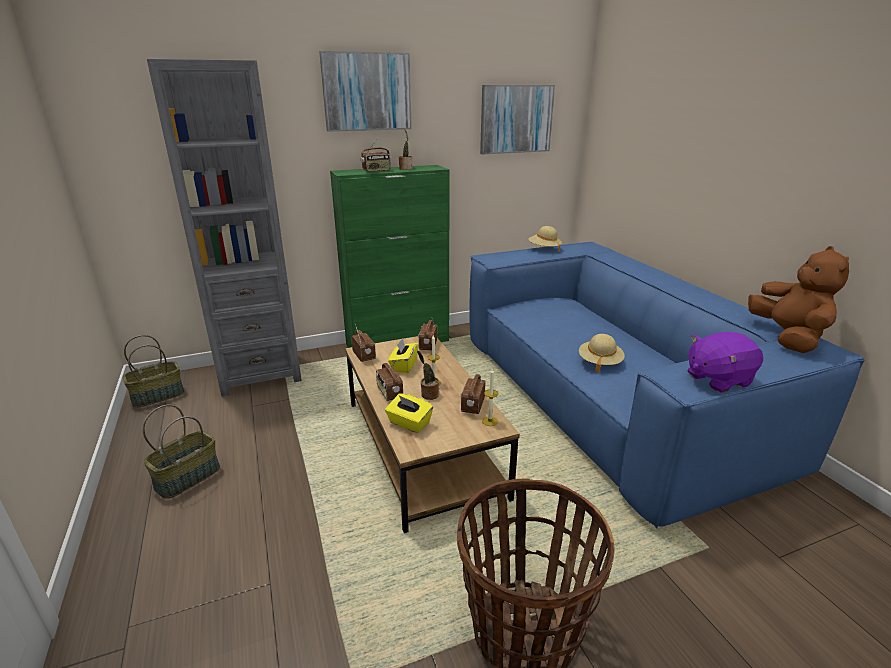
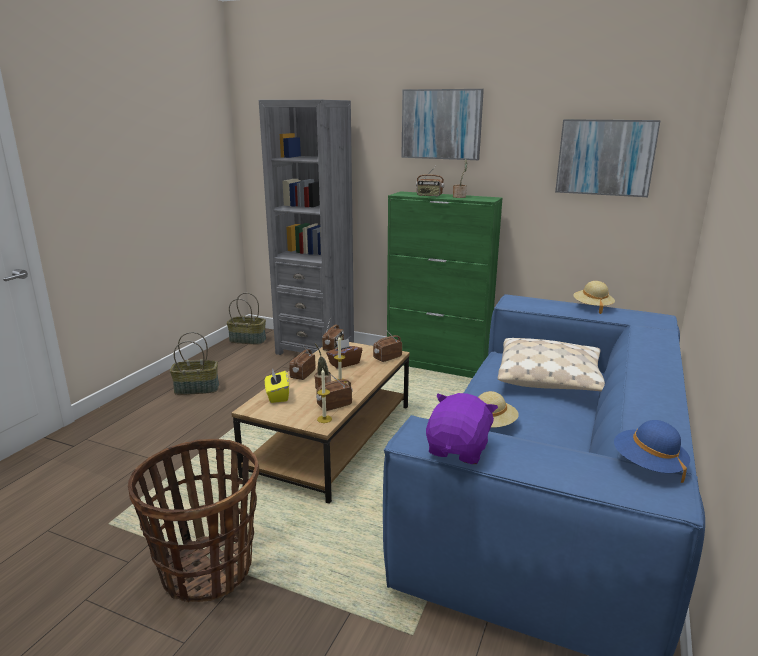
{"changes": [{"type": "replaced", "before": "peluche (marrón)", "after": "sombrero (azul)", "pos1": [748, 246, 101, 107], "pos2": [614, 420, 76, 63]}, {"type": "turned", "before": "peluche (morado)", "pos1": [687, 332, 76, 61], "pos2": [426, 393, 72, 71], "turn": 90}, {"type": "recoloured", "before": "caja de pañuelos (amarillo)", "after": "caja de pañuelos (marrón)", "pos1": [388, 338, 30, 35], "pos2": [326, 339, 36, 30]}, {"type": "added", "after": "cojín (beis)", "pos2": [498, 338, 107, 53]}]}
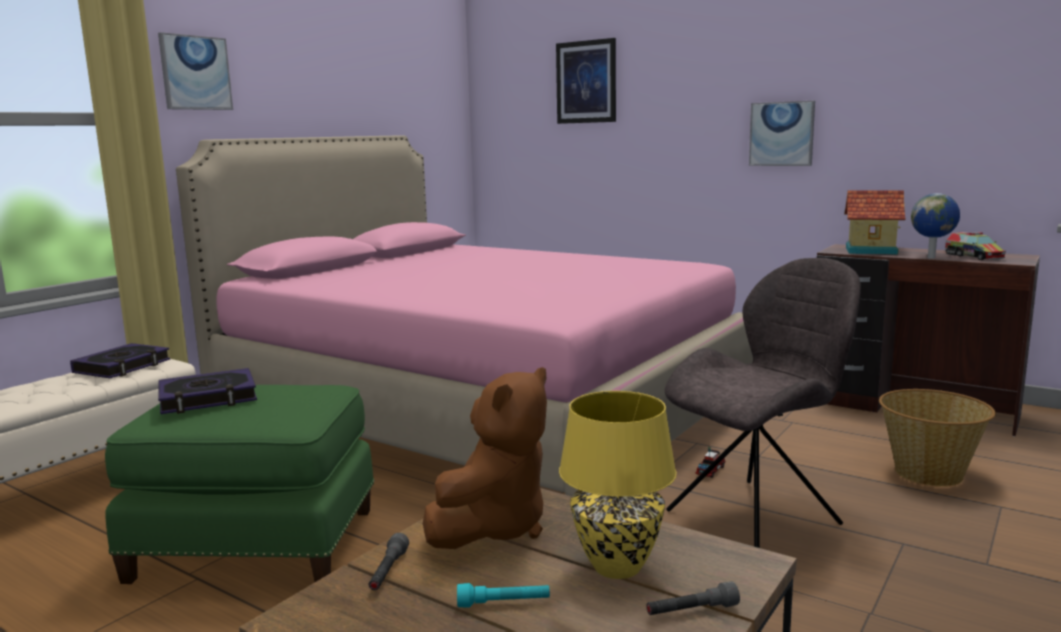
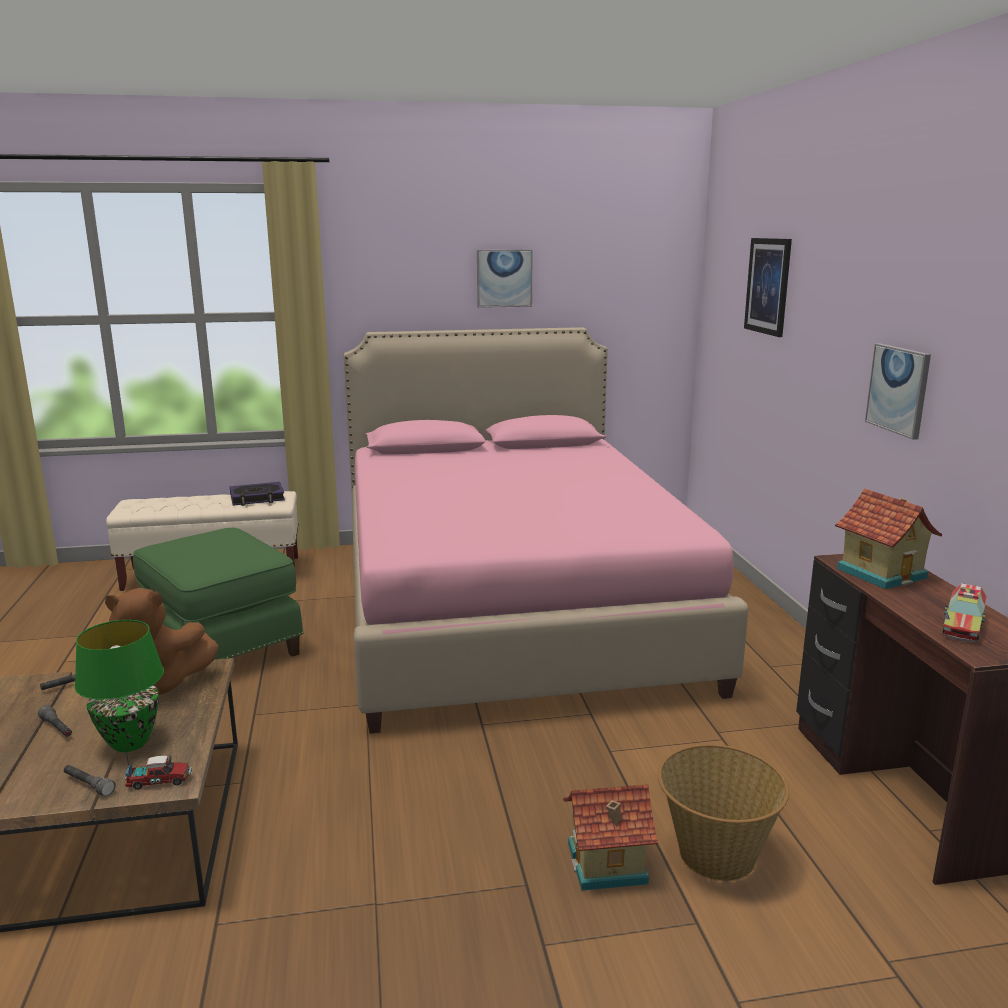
{"changes": [{"type": "moved", "before": "cuadro", "pos1": [158, 32, 75, 78], "pos2": [477, 250, 56, 58]}, {"type": "removed", "before": "globo terráqueo", "pos1": [911, 193, 49, 66]}, {"type": "removed", "before": "silla (gris)", "pos1": [664, 258, 197, 290]}, {"type": "removed", "before": "libro", "pos1": [158, 368, 99, 46]}, {"type": "recoloured", "before": "lámpara de mesa (amarillo)", "after": "lámpara de mesa (verde)", "pos1": [559, 391, 118, 188], "pos2": [74, 620, 90, 132]}, {"type": "moved", "before": "camión de juguete", "pos1": [696, 445, 29, 33], "pos2": [125, 746, 67, 44]}, {"type": "recoloured", "before": "linterna (turquesa)", "after": "linterna (gris)", "pos1": [457, 583, 93, 24], "pos2": [38, 705, 34, 32]}, {"type": "added", "after": "casita", "pos2": [563, 784, 95, 107]}]}
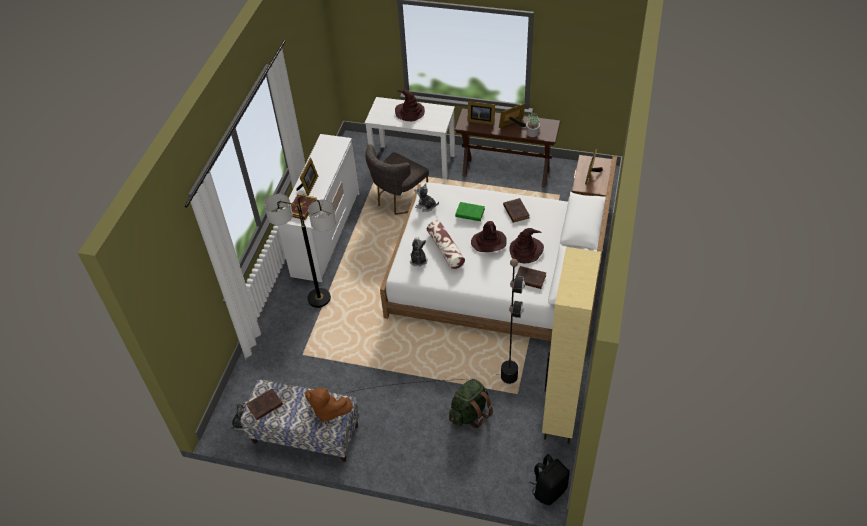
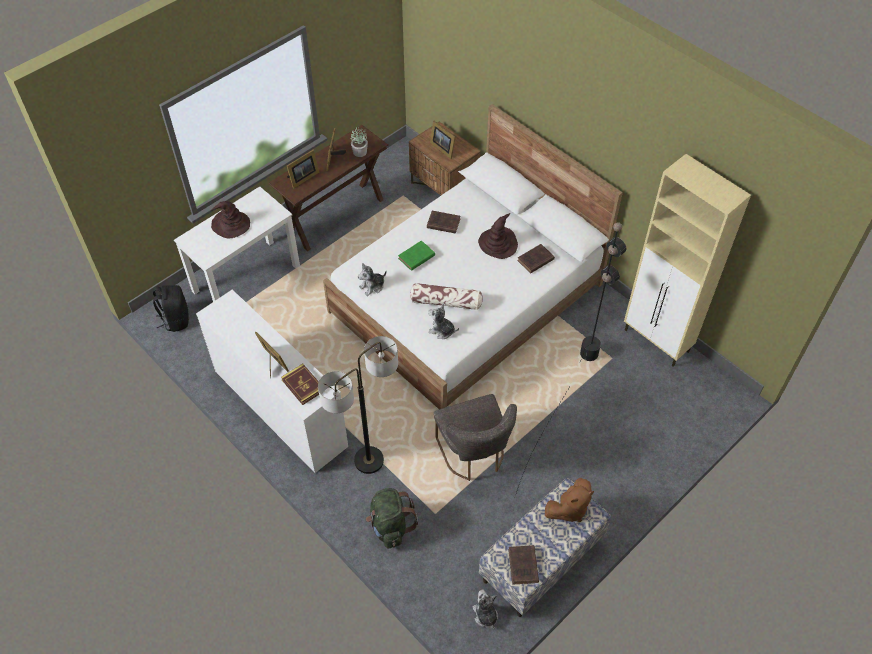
{"changes": [{"type": "moved", "before": "silla (gris)", "pos1": [365, 144, 64, 71], "pos2": [434, 394, 83, 87]}, {"type": "removed", "before": "sombrero (marrón)", "pos1": [471, 221, 36, 31]}, {"type": "moved", "before": "mochila (verde)", "pos1": [449, 379, 44, 50], "pos2": [366, 488, 52, 61]}, {"type": "moved", "before": "mochila (negro)", "pos1": [529, 454, 41, 51], "pos2": [153, 285, 36, 47]}]}
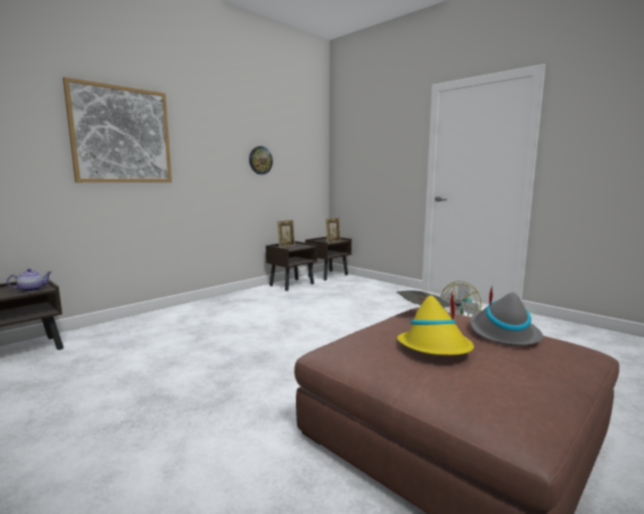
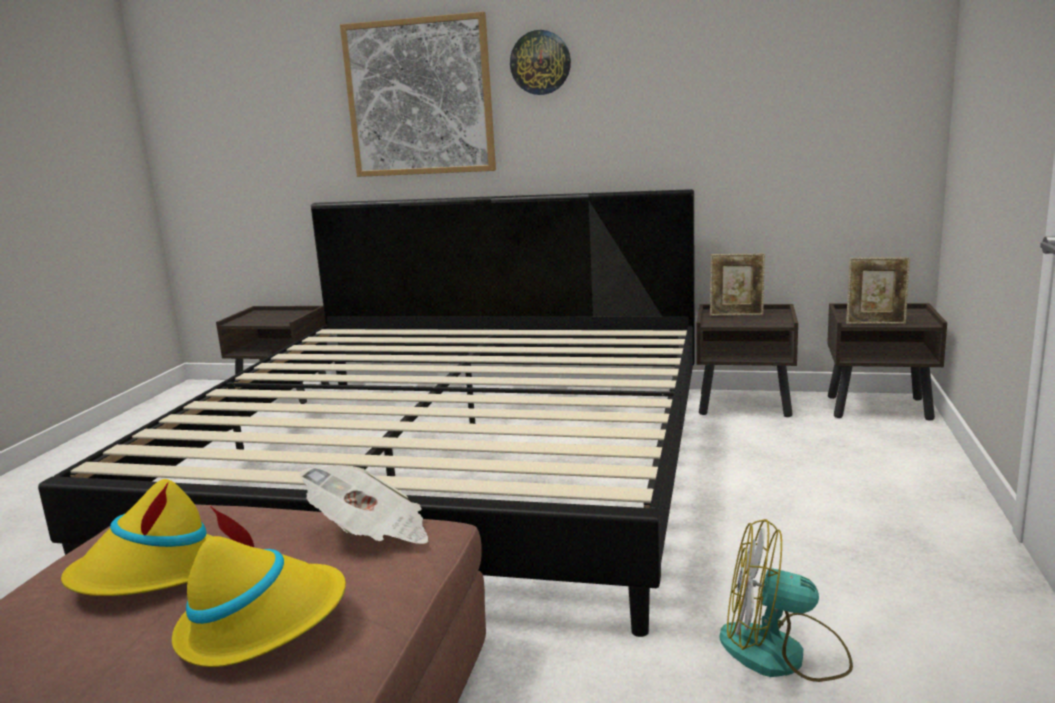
{"changes": [{"type": "moved", "before": "reloj de pared", "pos1": [249, 146, 24, 29], "pos2": [510, 30, 61, 65]}, {"type": "removed", "before": "tetera", "pos1": [7, 269, 44, 23]}, {"type": "recoloured", "before": "sombrero (gris)", "after": "sombrero (amarillo)", "pos1": [470, 287, 73, 59], "pos2": [172, 506, 174, 161]}, {"type": "added", "after": "cama", "pos2": [38, 189, 657, 448]}]}
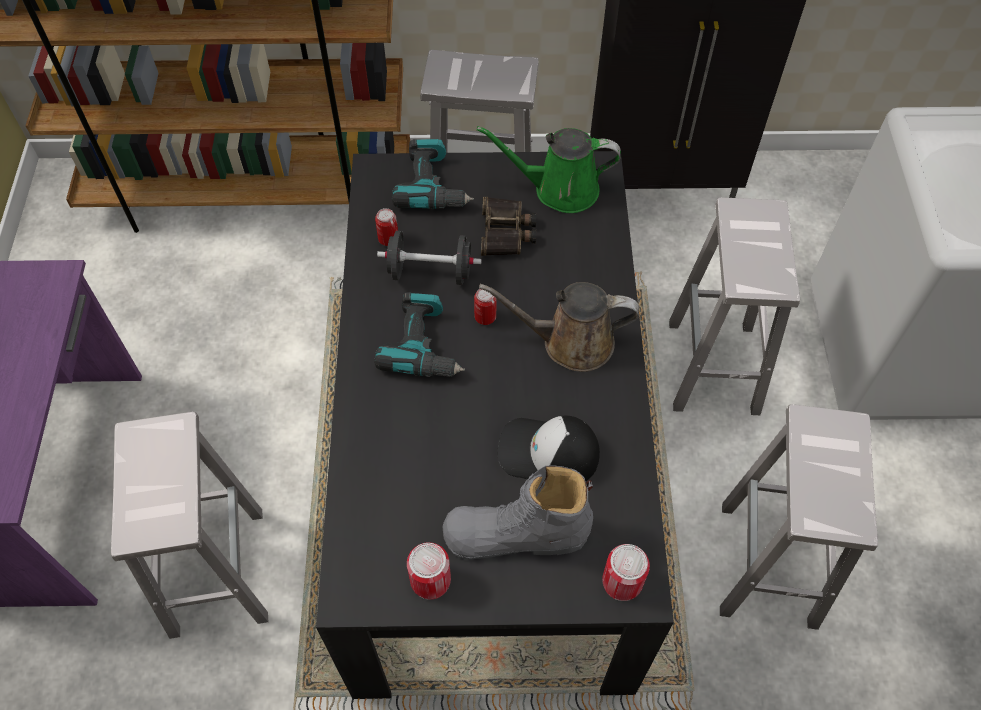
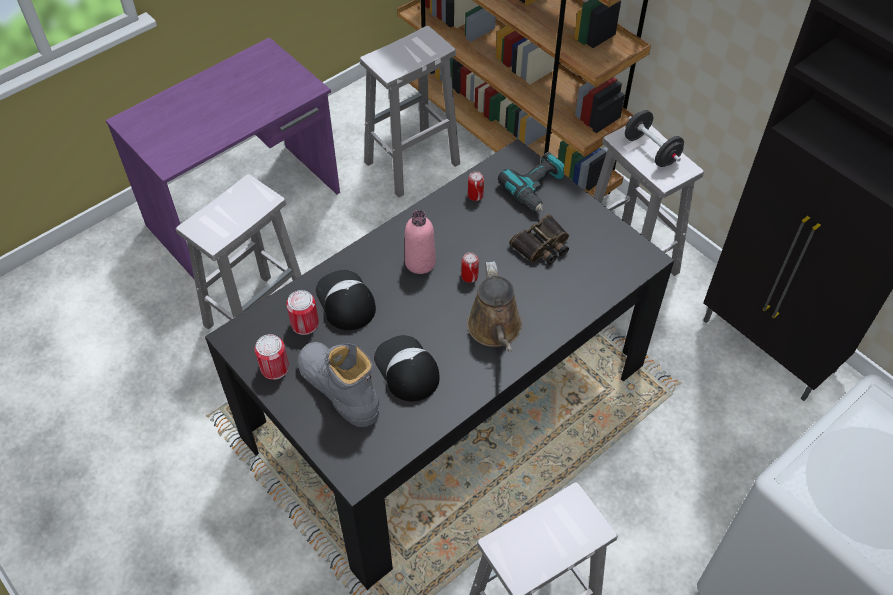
{"changes": [{"type": "removed", "before": "regadera (verde)", "pos1": [477, 126, 144, 87]}, {"type": "moved", "before": "taburete (blanco)", "pos1": [669, 197, 131, 218], "pos2": [360, 26, 100, 171]}, {"type": "moved", "before": "mancuerna (negro)", "pos1": [377, 231, 105, 54], "pos2": [625, 110, 59, 57]}, {"type": "turned", "before": "regadera (marrón)", "pos1": [479, 282, 160, 90], "pos2": [467, 261, 55, 91], "turn": -150}, {"type": "replaced", "before": "taladro", "after": "botella (rosa)", "pos1": [374, 292, 91, 85], "pos2": [405, 210, 31, 64]}, {"type": "moved", "before": "lata", "pos1": [602, 544, 48, 57], "pos2": [286, 290, 33, 45]}, {"type": "added", "after": "gorra", "pos2": [316, 270, 60, 60]}]}
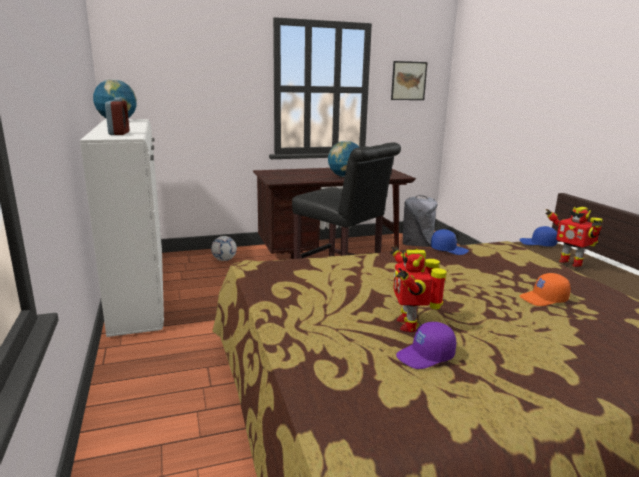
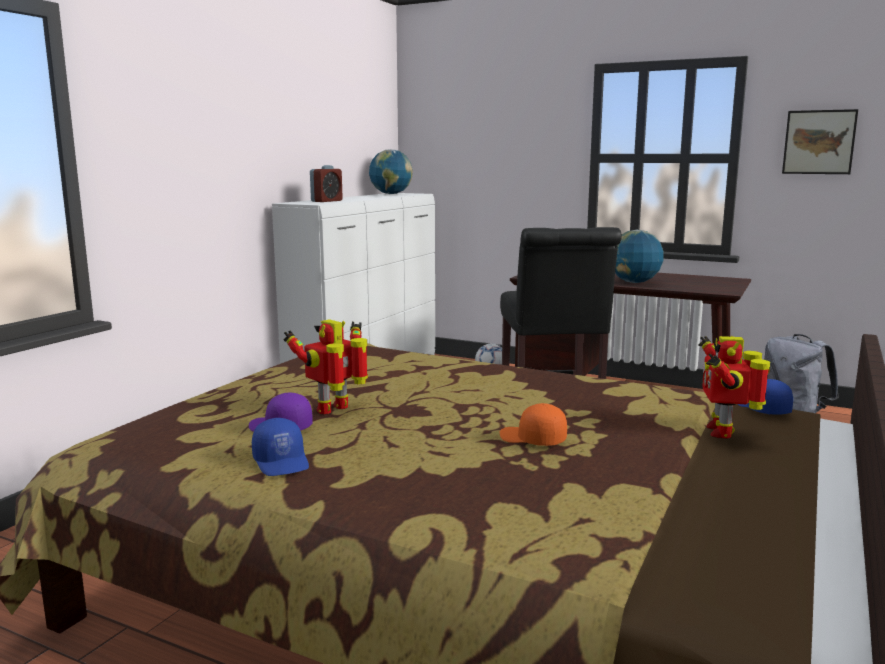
{"changes": [{"type": "moved", "before": "gorra (azul)", "pos1": [431, 229, 38, 26], "pos2": [252, 418, 57, 58]}]}
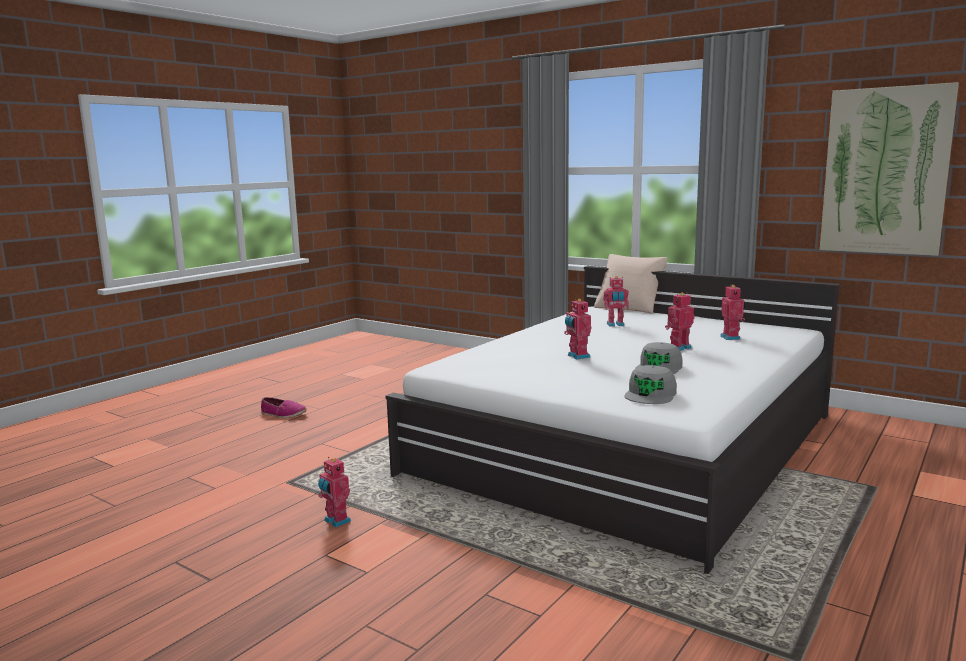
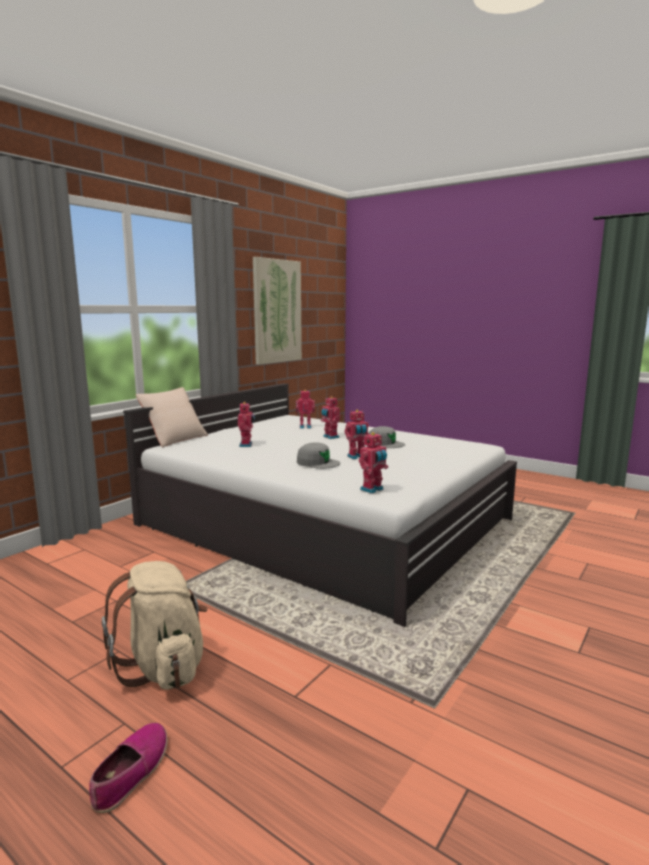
{"changes": [{"type": "moved", "before": "gorra (gris)", "pos1": [624, 365, 53, 39], "pos2": [297, 442, 43, 27]}, {"type": "moved", "before": "robot de juguete", "pos1": [318, 457, 33, 70], "pos2": [359, 432, 29, 61]}, {"type": "added", "after": "mochila (beis)", "pos2": [102, 561, 106, 129]}]}
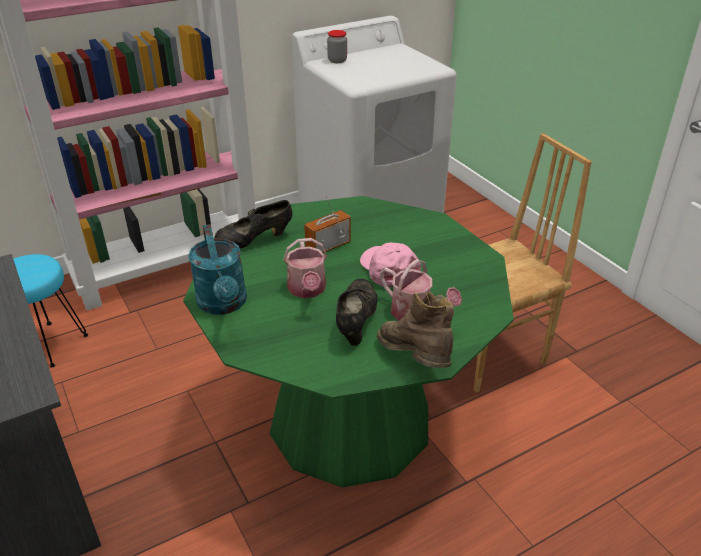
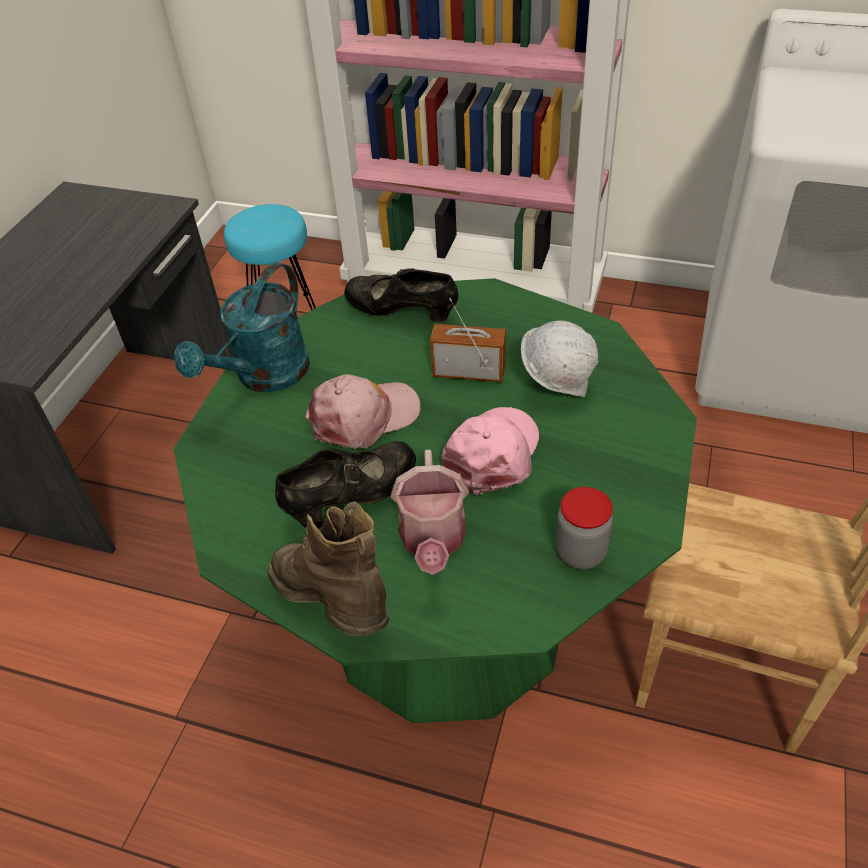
{"changes": [{"type": "moved", "before": "tarro", "pos1": [327, 30, 20, 33], "pos2": [556, 487, 57, 82]}, {"type": "replaced", "before": "regadera", "after": "gorra (rosa)", "pos1": [283, 238, 44, 60], "pos2": [305, 374, 116, 75]}, {"type": "turned", "before": "bota (marrón)", "pos1": [376, 292, 78, 76], "pos2": [267, 501, 122, 135], "turn": -60}, {"type": "added", "after": "casco (blanco)", "pos2": [521, 320, 77, 77]}]}
